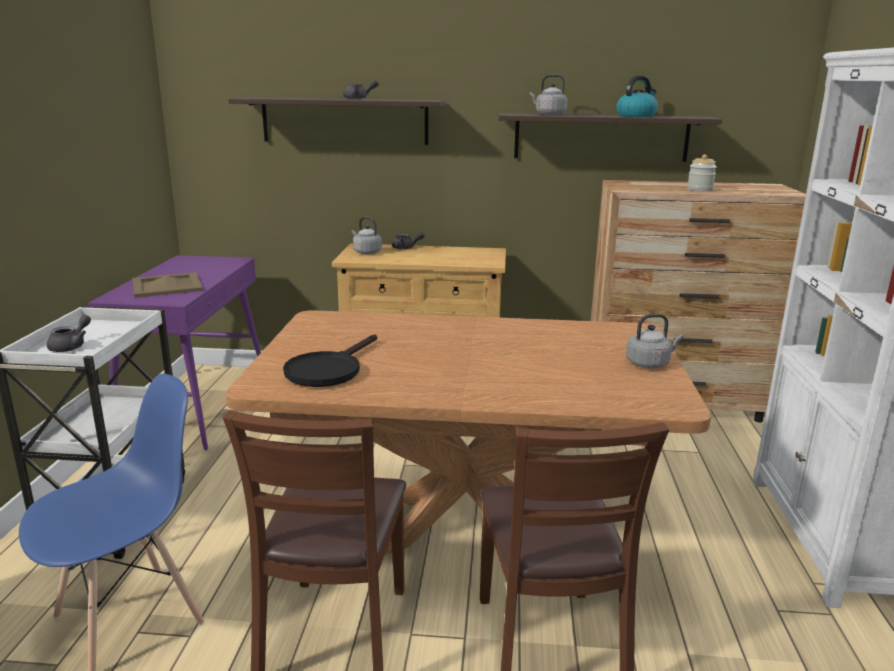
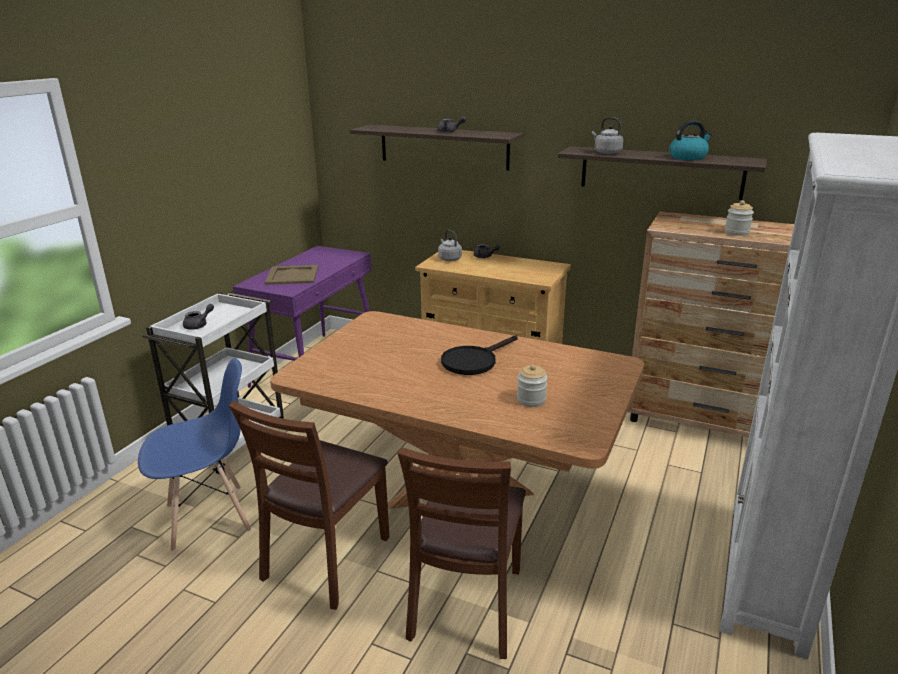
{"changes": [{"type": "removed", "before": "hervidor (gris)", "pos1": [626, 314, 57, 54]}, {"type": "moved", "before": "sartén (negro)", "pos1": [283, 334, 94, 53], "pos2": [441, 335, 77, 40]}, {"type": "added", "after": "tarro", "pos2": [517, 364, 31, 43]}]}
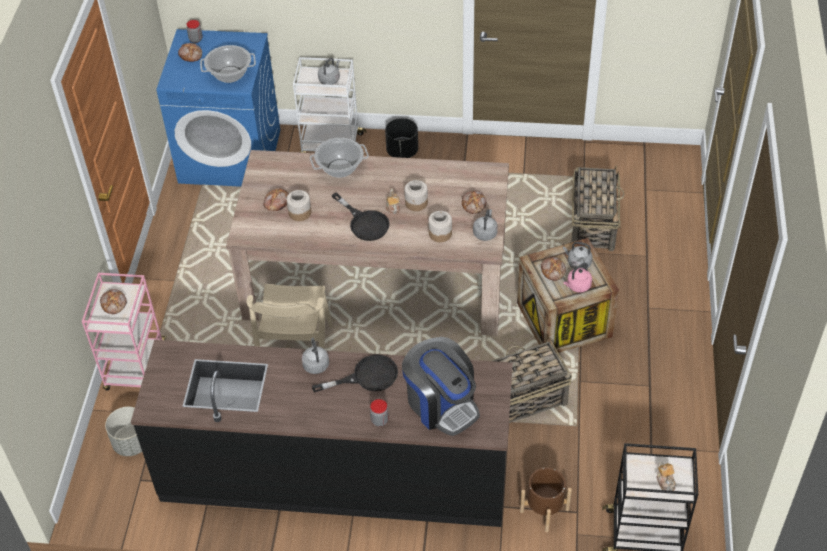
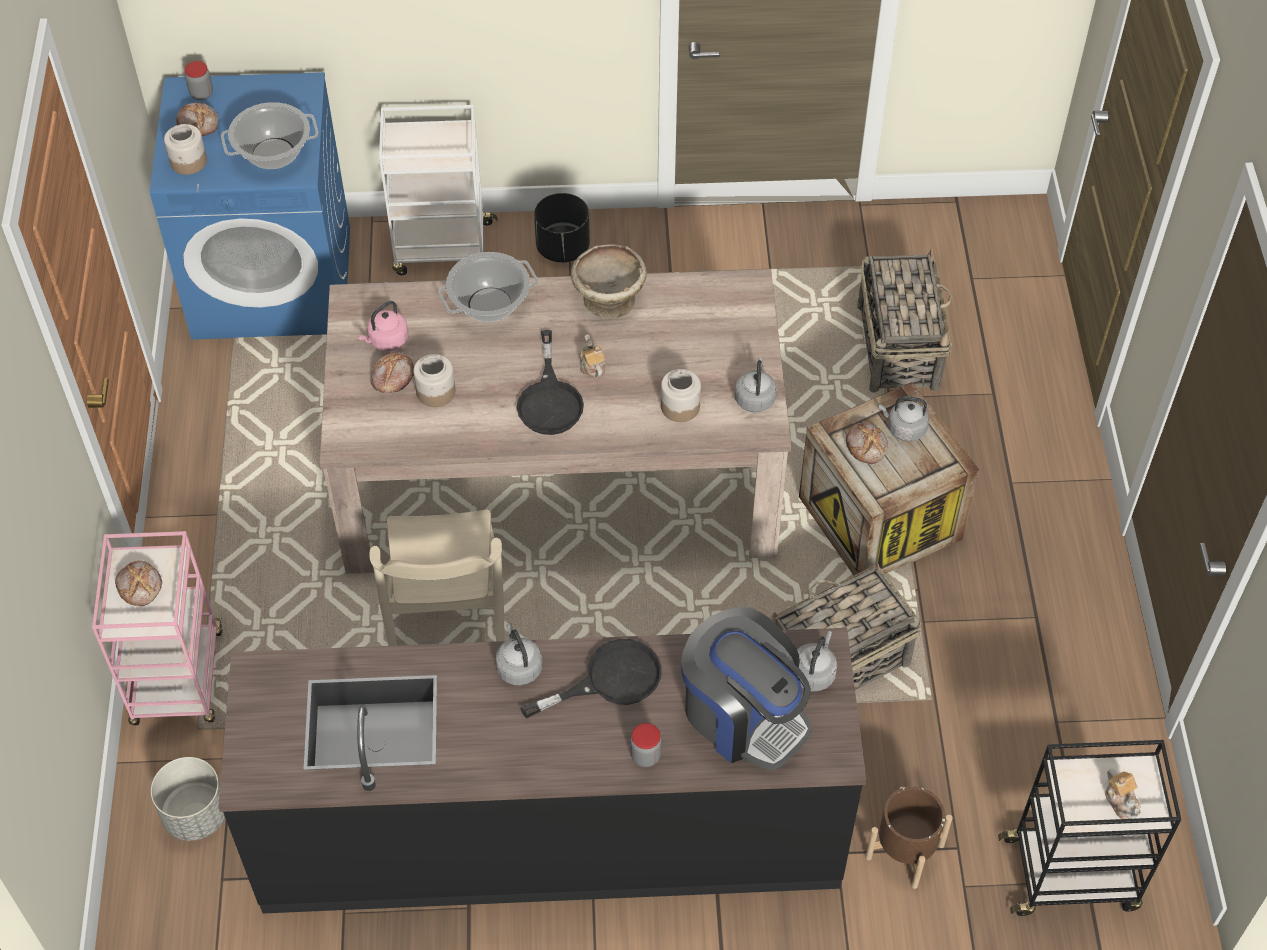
{"changes": [{"type": "moved", "before": "hervidor (gris)", "pos1": [318, 58, 22, 27], "pos2": [797, 631, 40, 60]}, {"type": "moved", "before": "tarro", "pos1": [404, 180, 24, 31], "pos2": [164, 124, 43, 51]}, {"type": "removed", "before": "pan", "pos1": [462, 190, 24, 24]}, {"type": "turned", "before": "sartén (negro)", "pos1": [332, 192, 58, 49], "pos2": [517, 330, 67, 105], "turn": 45}, {"type": "moved", "before": "hervidor (rosa)", "pos1": [563, 263, 29, 30], "pos2": [358, 301, 51, 50]}, {"type": "added", "after": "cuenco (beis)", "pos2": [571, 244, 76, 75]}]}
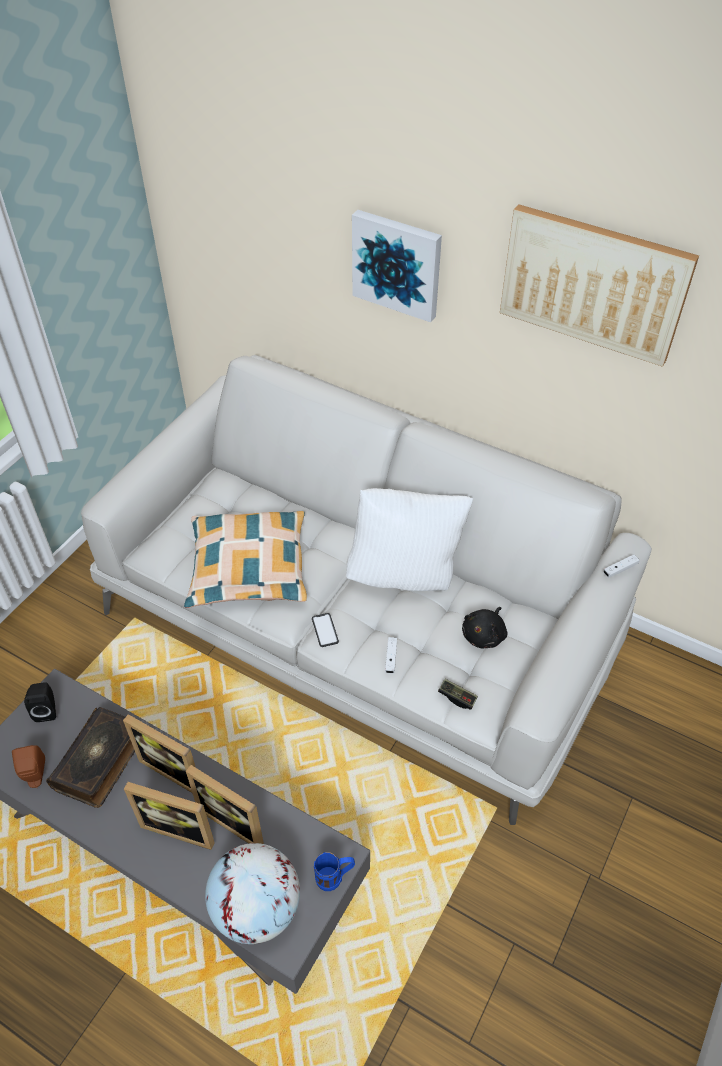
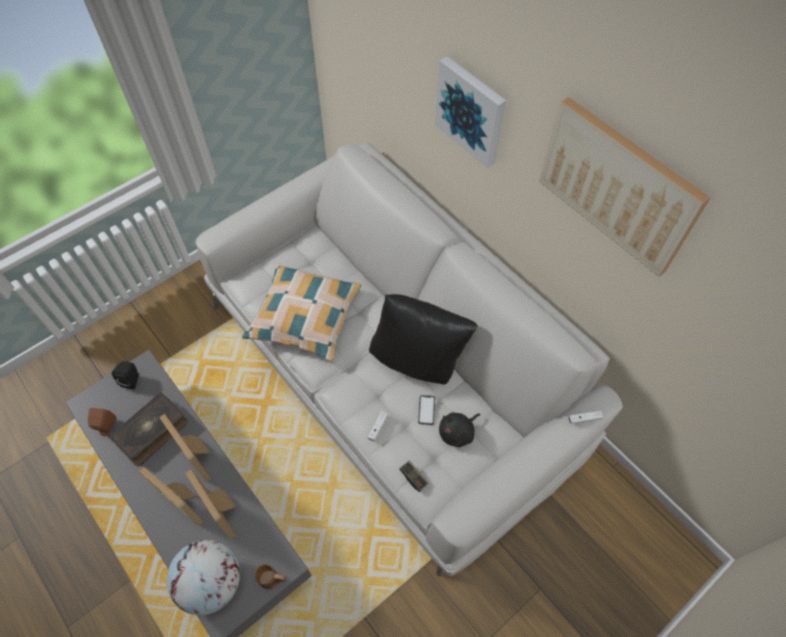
{"changes": [{"type": "recoloured", "before": "cojín (blanco)", "after": "cojín (negro)", "pos1": [346, 488, 127, 103], "pos2": [369, 294, 109, 91]}, {"type": "moved", "before": "móvil", "pos1": [312, 613, 27, 34], "pos2": [418, 395, 17, 30]}, {"type": "recoloured", "before": "taza grande (azul)", "after": "taza grande (marrón)", "pos1": [314, 852, 41, 39], "pos2": [255, 564, 31, 26]}]}
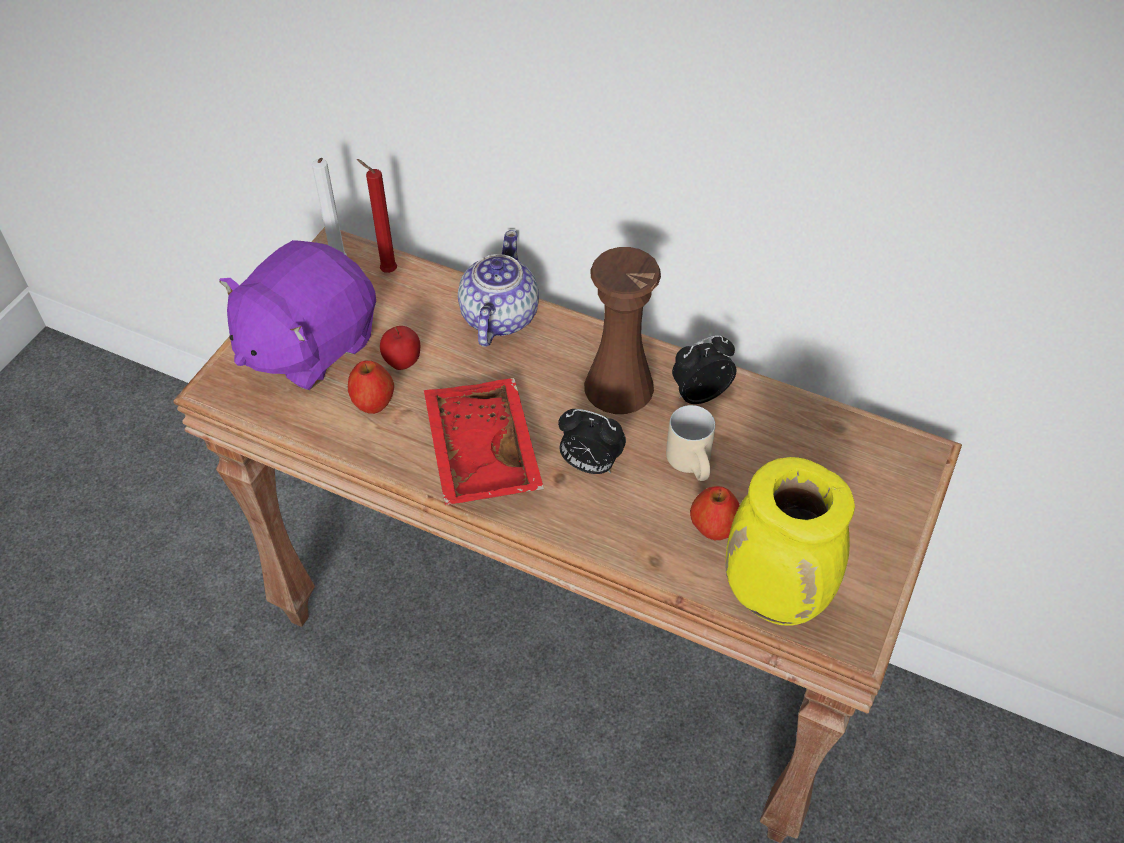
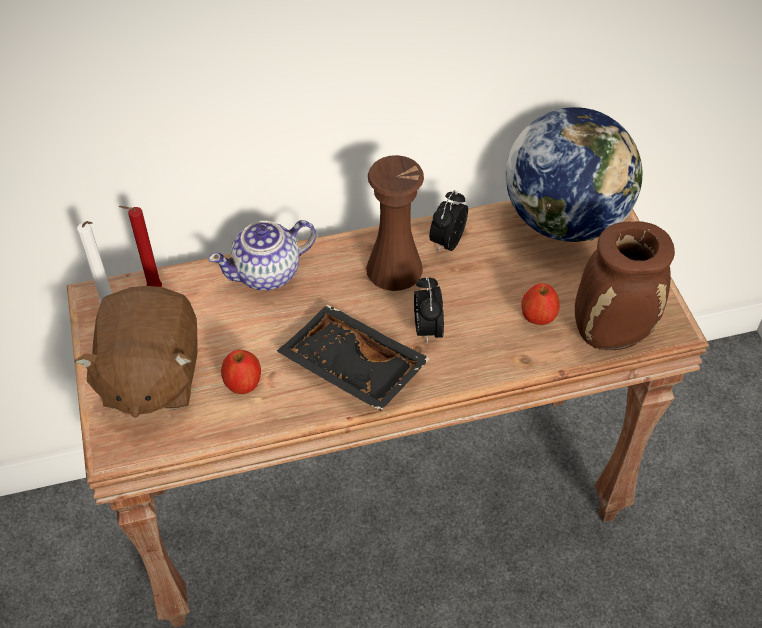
{"changes": [{"type": "turned", "before": "tetera", "pos1": [458, 230, 81, 117], "pos2": [209, 220, 107, 70], "turn": -90}, {"type": "recoloured", "before": "peluche (morado)", "after": "peluche (marrón)", "pos1": [219, 240, 157, 150], "pos2": [75, 286, 123, 132]}, {"type": "removed", "before": "manzana", "pos1": [380, 326, 40, 44]}, {"type": "recoloured", "before": "bandeja (rojo)", "after": "bandeja (negro)", "pos1": [424, 378, 120, 127], "pos2": [277, 305, 154, 106]}, {"type": "removed", "before": "taza grande (beis)", "pos1": [666, 405, 49, 76]}, {"type": "turned", "before": "despertador", "pos1": [558, 409, 68, 65], "pos2": [414, 277, 30, 67], "turn": 105}, {"type": "recoloured", "before": "florero (amarillo)", "after": "florero (marrón)", "pos1": [725, 457, 130, 169], "pos2": [575, 221, 100, 129]}, {"type": "added", "after": "globo terráqueo", "pos2": [506, 107, 136, 135]}]}
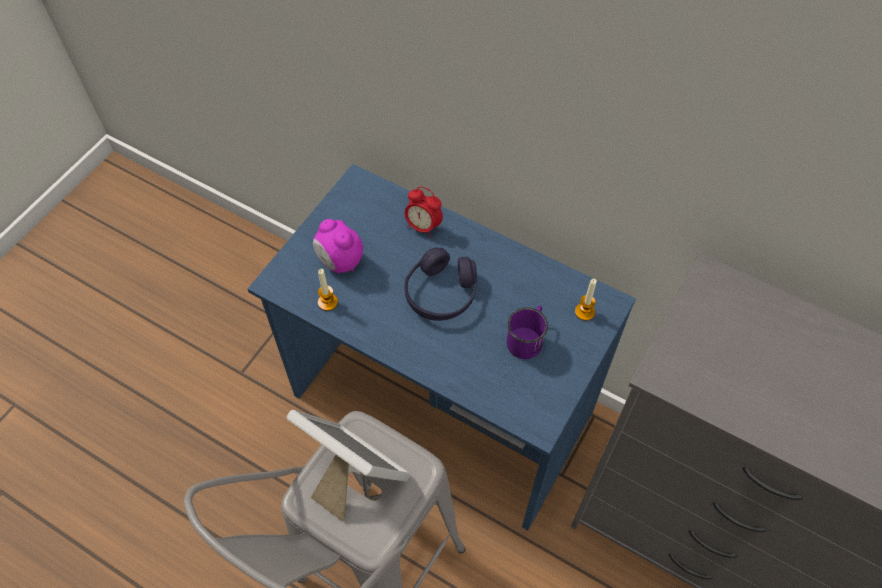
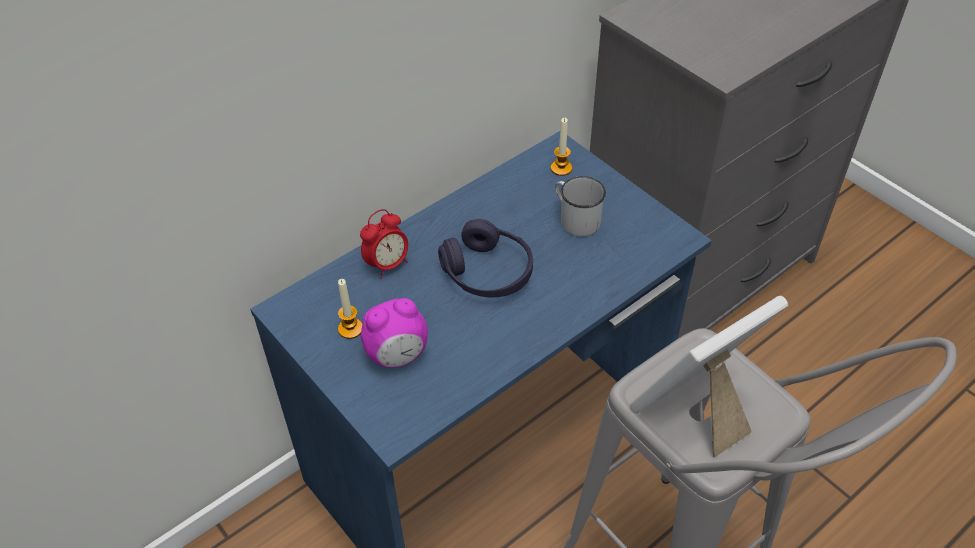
{"changes": [{"type": "moved", "before": "vela", "pos1": [318, 269, 20, 42], "pos2": [338, 279, 24, 60]}, {"type": "recoloured", "before": "taza grande (morado)", "after": "taza grande (blanco)", "pos1": [507, 306, 41, 53], "pos2": [555, 176, 51, 61]}]}
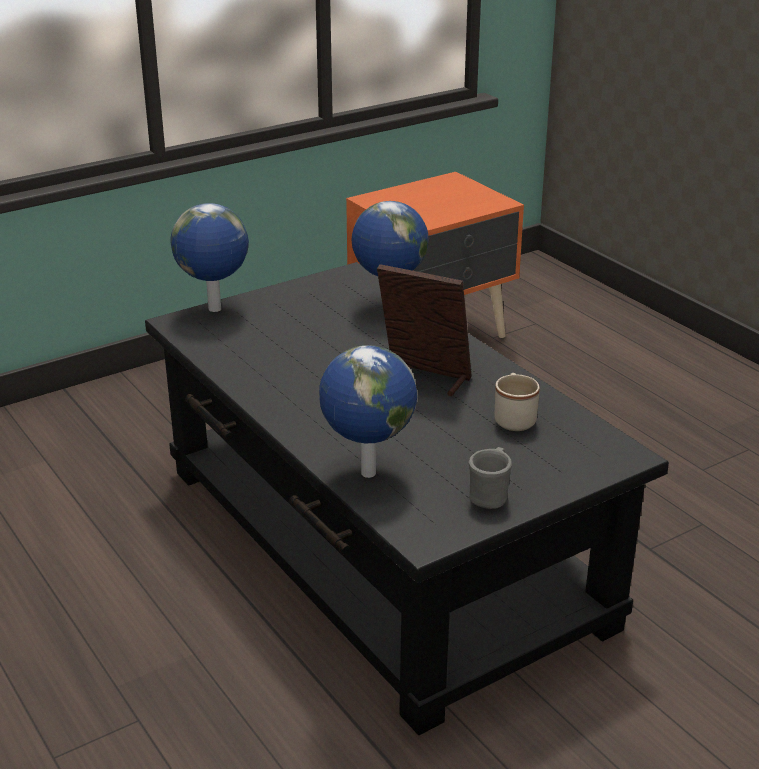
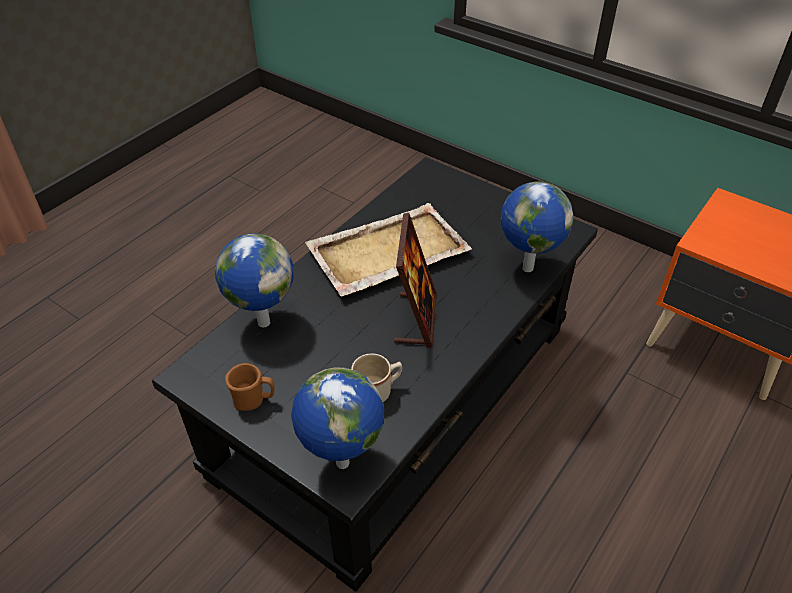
{"changes": [{"type": "moved", "before": "globo terráqueo", "pos1": [171, 203, 78, 109], "pos2": [291, 367, 93, 102]}, {"type": "recoloured", "before": "taza grande (gris)", "after": "taza grande (marrón)", "pos1": [469, 447, 43, 62], "pos2": [225, 363, 50, 48]}, {"type": "added", "after": "bandeja (beis)", "pos2": [305, 203, 167, 93]}]}
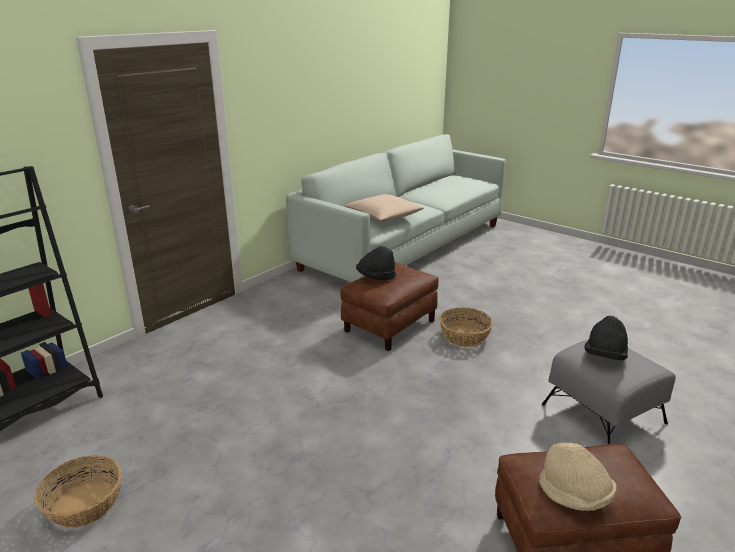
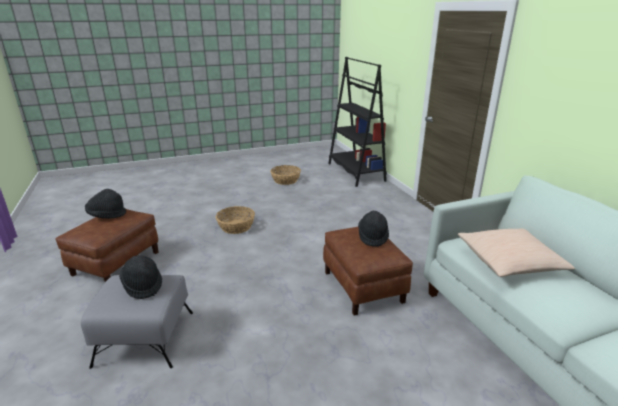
{"changes": [{"type": "moved", "before": "cesta", "pos1": [439, 307, 54, 40], "pos2": [216, 206, 39, 28]}, {"type": "recoloured", "before": "sombrero (beis)", "after": "sombrero (negro)", "pos1": [539, 443, 78, 68], "pos2": [85, 189, 41, 30]}]}
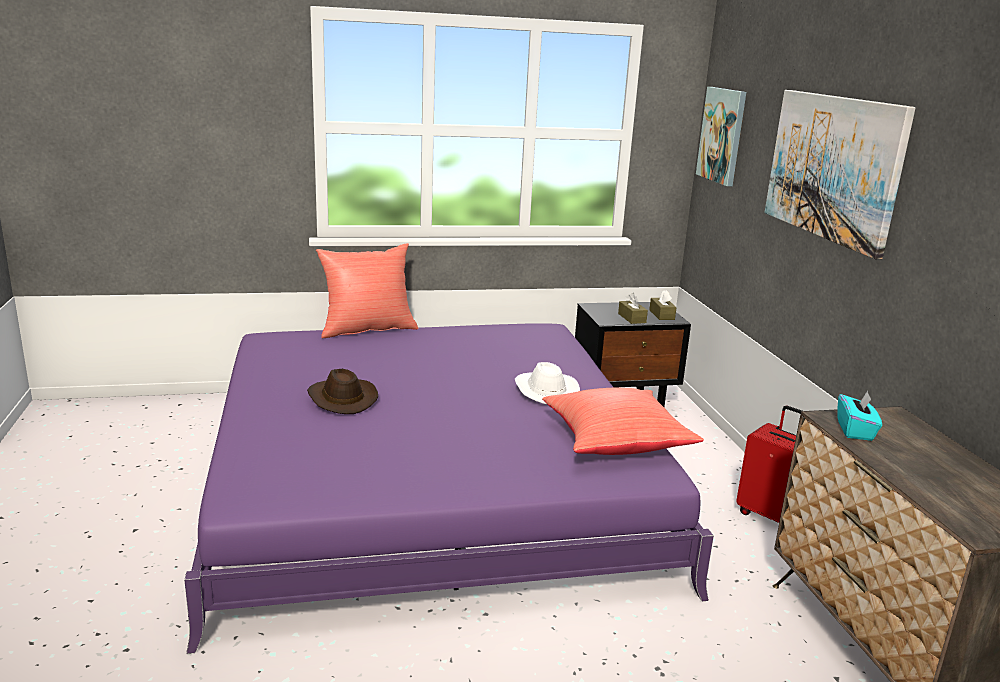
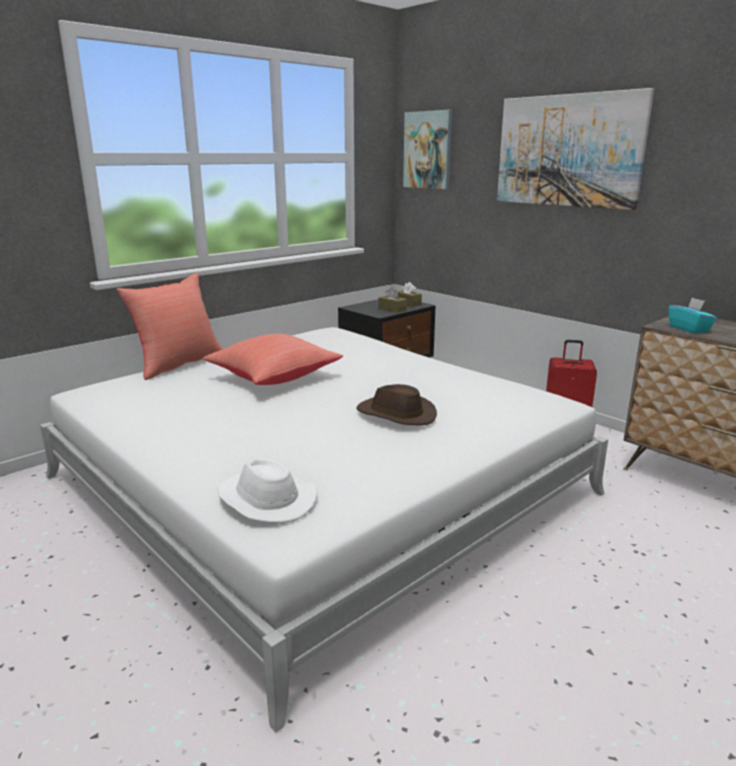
{"changes": [{"type": "recoloured", "before": "cama (morado)", "after": "cama (blanco)", "pos1": [184, 323, 530, 331], "pos2": [40, 327, 568, 405]}, {"type": "moved", "before": "sombrero (blanco)", "pos1": [515, 362, 65, 42], "pos2": [218, 459, 99, 64]}, {"type": "moved", "before": "sombrero (marrón)", "pos1": [307, 369, 71, 45], "pos2": [356, 384, 81, 41]}, {"type": "moved", "before": "cojín (rojo)", "pos1": [542, 388, 162, 67], "pos2": [203, 334, 140, 51]}]}
